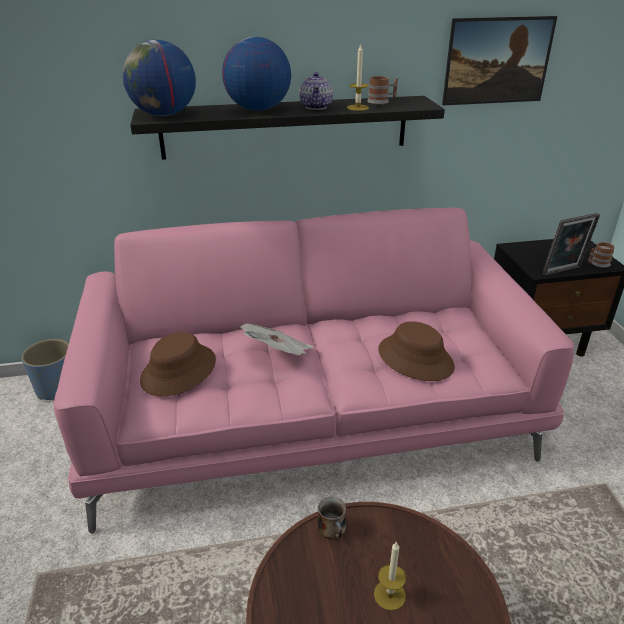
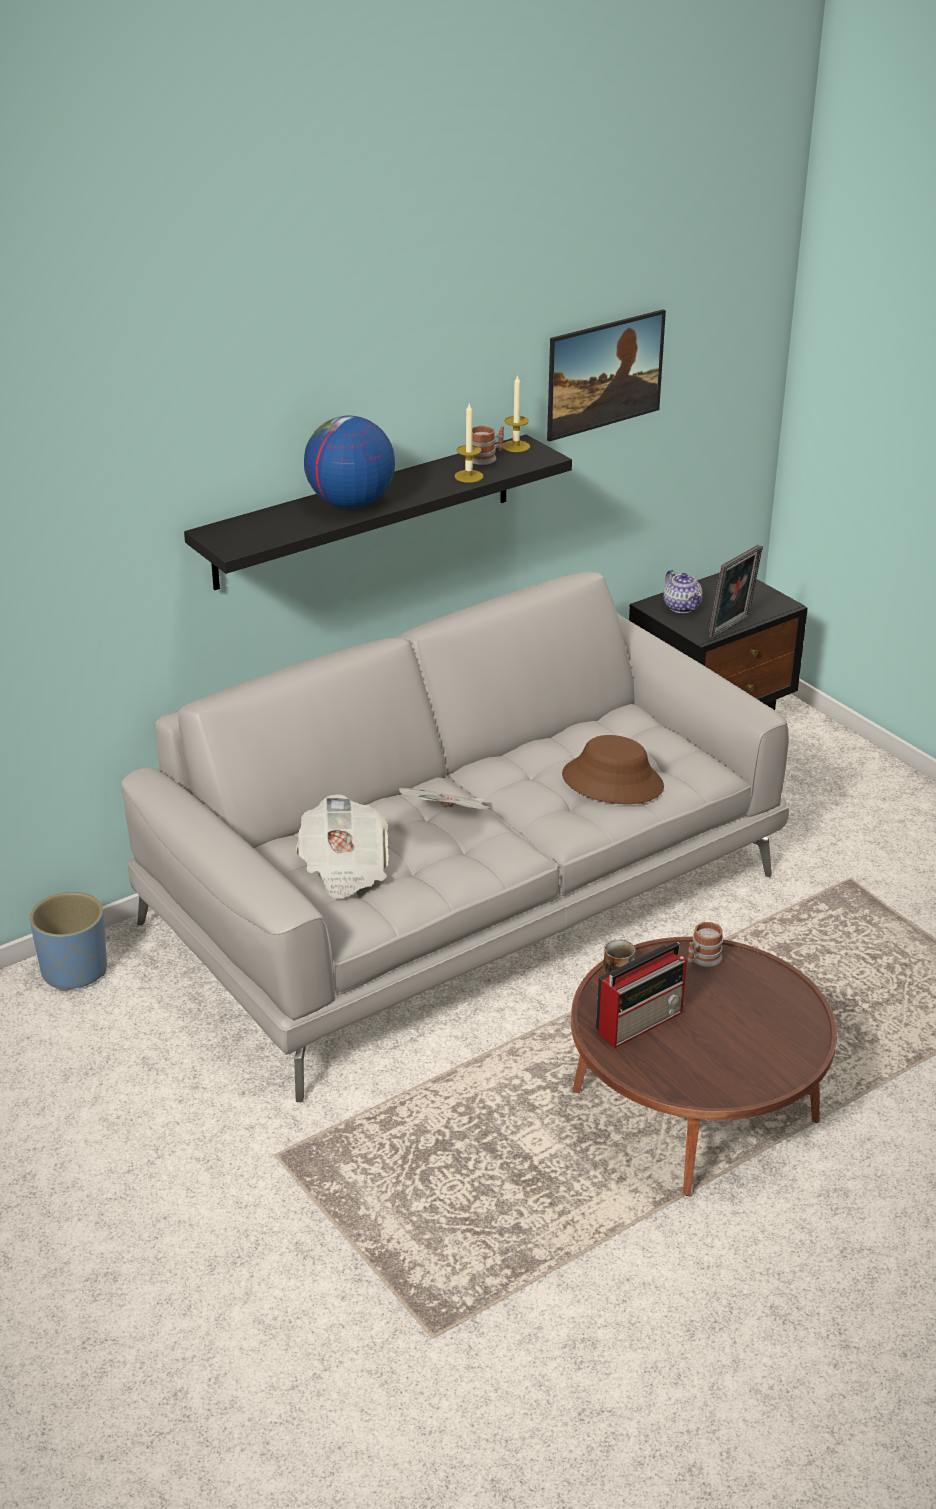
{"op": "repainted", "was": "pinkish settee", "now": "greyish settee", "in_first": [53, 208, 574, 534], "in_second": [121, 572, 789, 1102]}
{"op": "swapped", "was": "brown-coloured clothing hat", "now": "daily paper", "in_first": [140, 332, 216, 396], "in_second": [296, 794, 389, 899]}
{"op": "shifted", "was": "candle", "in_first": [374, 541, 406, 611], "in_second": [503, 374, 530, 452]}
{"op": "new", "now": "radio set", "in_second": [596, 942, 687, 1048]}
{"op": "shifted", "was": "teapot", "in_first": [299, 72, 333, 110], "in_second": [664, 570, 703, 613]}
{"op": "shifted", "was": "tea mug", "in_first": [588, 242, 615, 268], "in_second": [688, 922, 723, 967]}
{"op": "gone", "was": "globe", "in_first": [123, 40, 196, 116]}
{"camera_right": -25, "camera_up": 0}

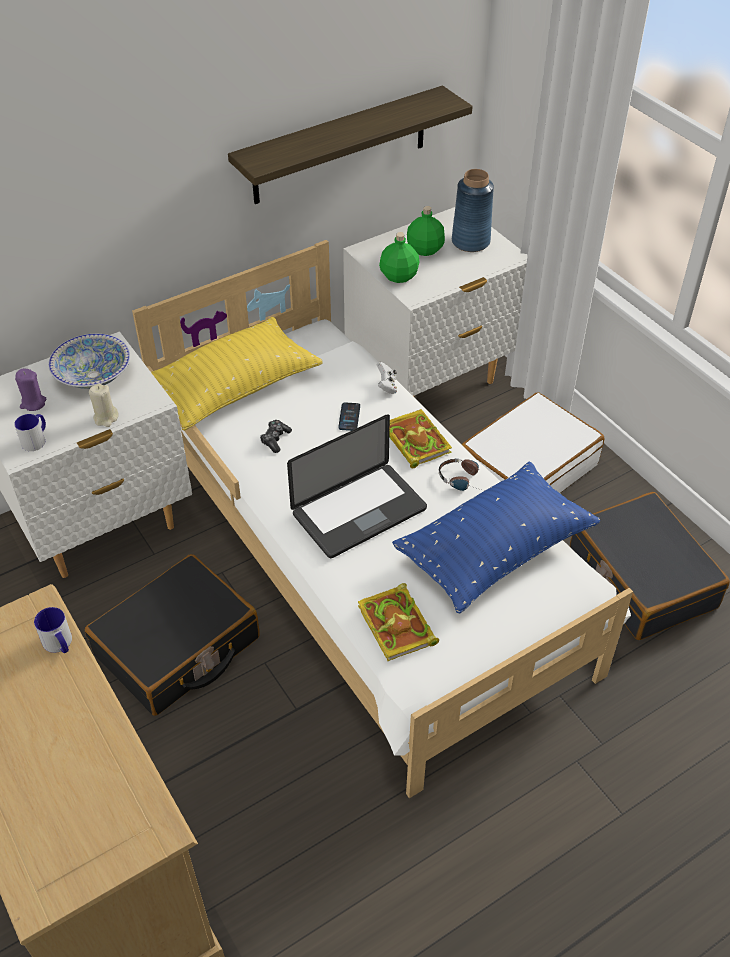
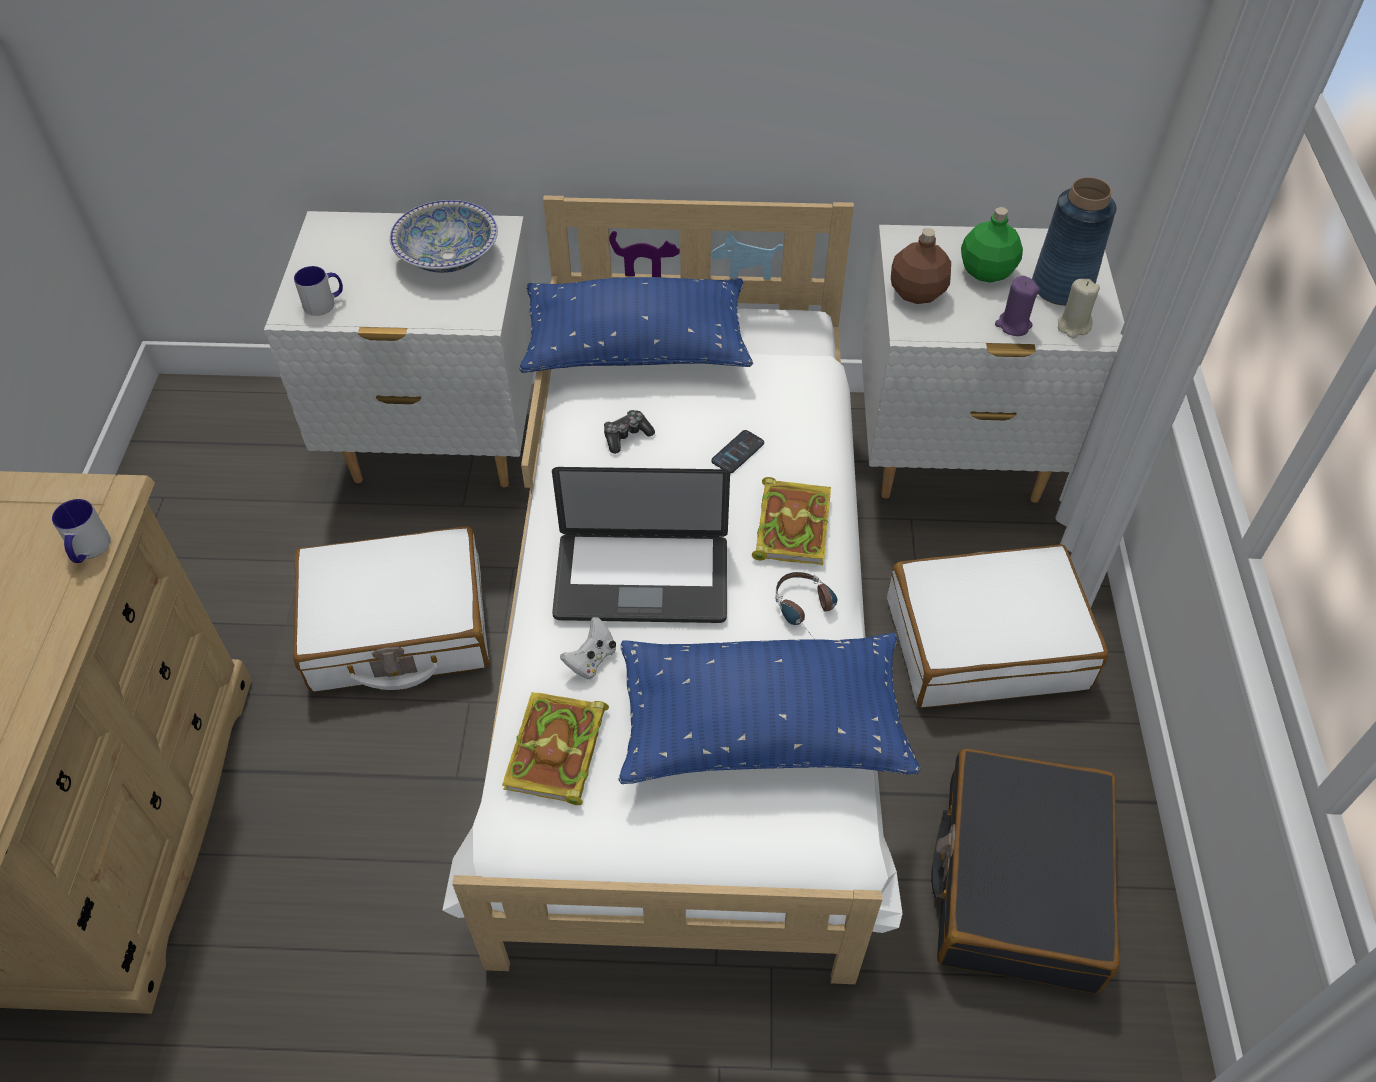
{"op": "repainted", "was": "black travel case", "now": "whitish travel case", "in_first": [85, 554, 260, 716], "in_second": [293, 526, 489, 692]}
{"op": "repainted", "was": "yellow-coloured pillow", "now": "blue-coloured pillow", "in_first": [151, 317, 322, 430], "in_second": [519, 277, 753, 373]}
{"op": "shifted", "was": "whitish game controller", "in_first": [377, 362, 397, 394], "in_second": [560, 617, 616, 679]}
{"op": "repainted", "was": "green bottle", "now": "brown-coloured bottle", "in_first": [379, 232, 419, 283], "in_second": [891, 228, 951, 304]}
{"op": "shifted", "was": "purple-coloured candle", "in_first": [15, 369, 46, 411], "in_second": [995, 276, 1040, 336]}
{"op": "shifted", "was": "sand-coloured candle", "in_first": [89, 384, 119, 427], "in_second": [1058, 279, 1100, 338]}
{"op": "gone", "was": "wall shelf", "in_first": [228, 85, 473, 204]}
{"camera_right": 35, "camera_up": 5}

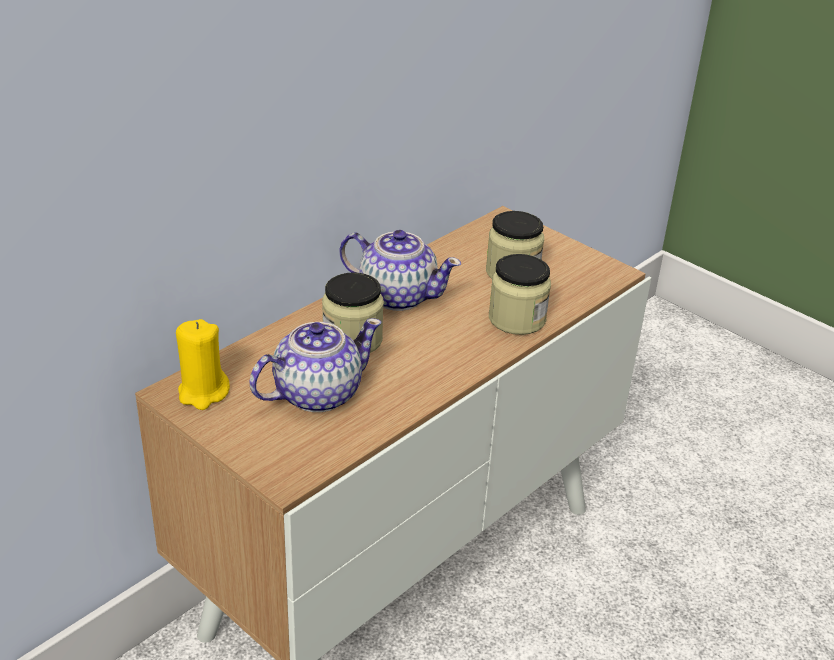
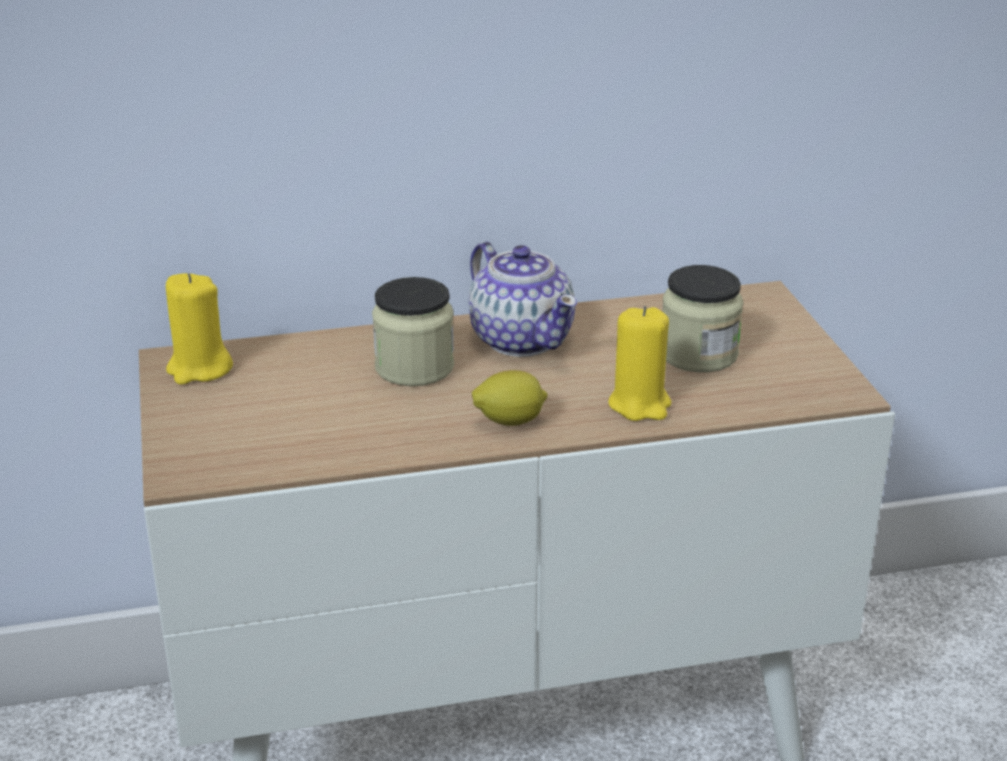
{"op": "new", "now": "citrus fruit", "in_second": [472, 370, 548, 426]}
{"op": "swapped", "was": "jar", "now": "yellow-coloured candle", "in_first": [489, 254, 551, 335], "in_second": [608, 306, 672, 421]}
{"op": "gone", "was": "teapot", "in_first": [249, 318, 382, 412]}
{"camera_right": 35, "camera_up": -5}

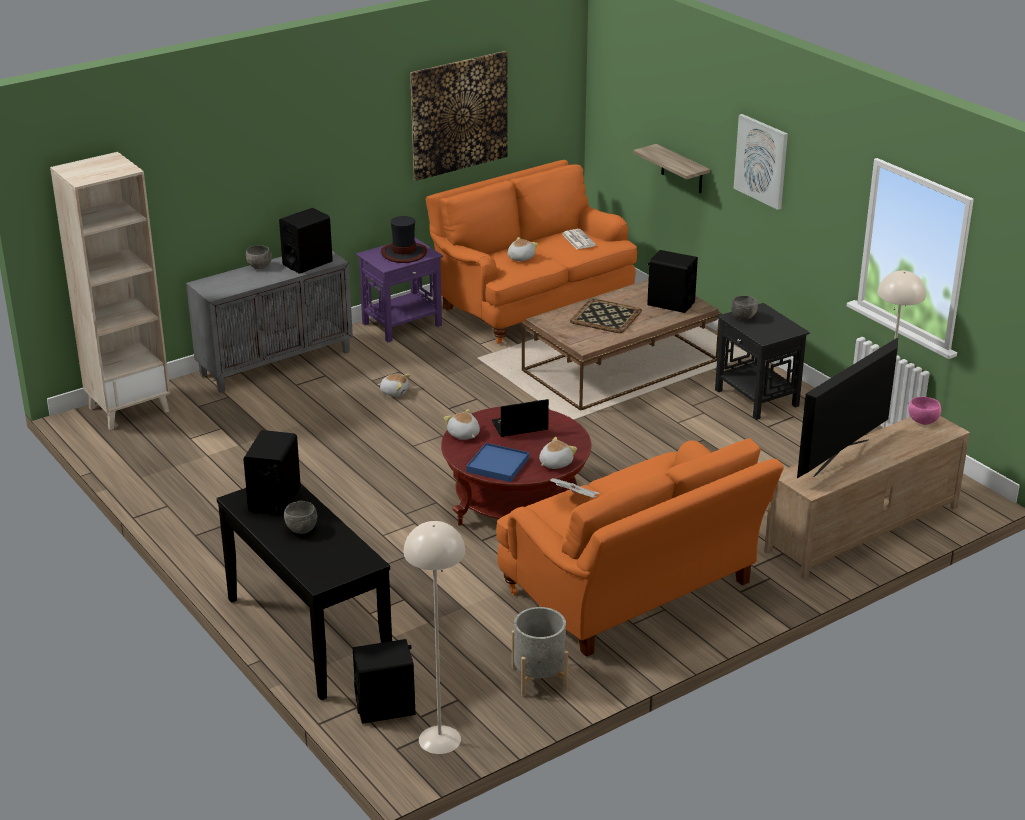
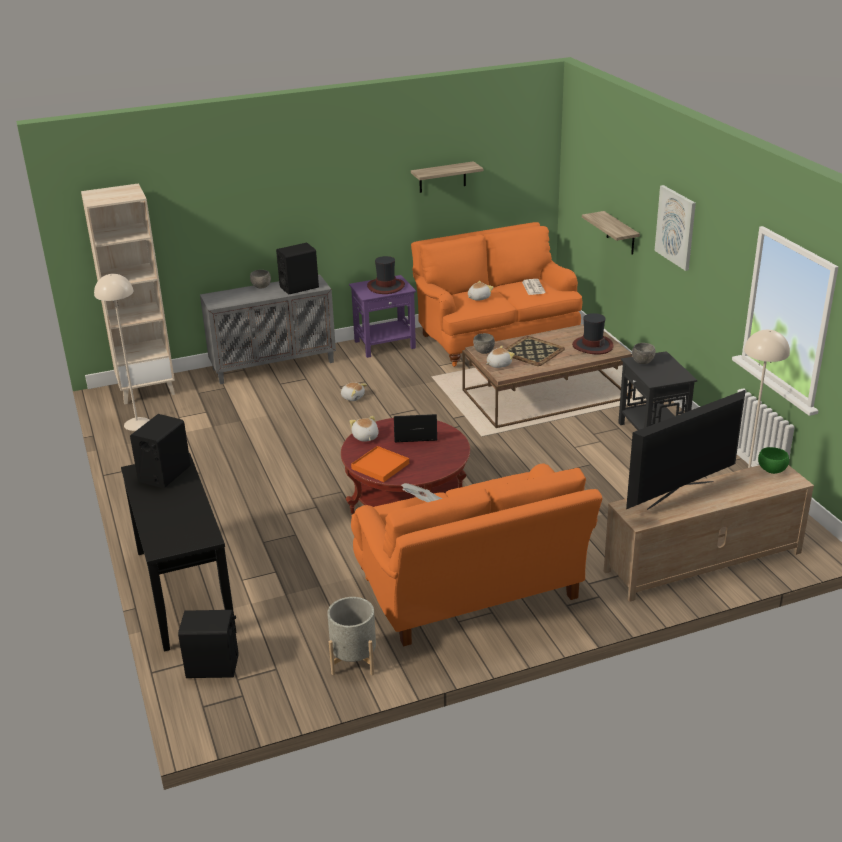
{"op": "shifted", "was": "sand-coloured standard lamp", "in_first": [404, 521, 465, 754], "in_second": [94, 274, 149, 431]}
{"op": "repainted", "was": "blue-coloured tray", "now": "orange-coloured tray", "in_first": [466, 443, 529, 482], "in_second": [351, 446, 409, 482]}
{"op": "swapped", "was": "wall art", "now": "wall shelf", "in_first": [410, 51, 508, 181], "in_second": [411, 161, 483, 193]}
{"op": "shifted", "was": "greyish bowl", "in_first": [284, 501, 317, 534], "in_second": [473, 333, 495, 354]}
{"op": "shifted", "was": "soft toy", "in_first": [539, 437, 577, 469], "in_second": [486, 346, 515, 368]}
{"op": "swapped", "was": "black audio speaker", "now": "clothing hat", "in_first": [647, 250, 698, 313], "in_second": [572, 313, 614, 355]}
{"op": "repainted", "was": "pinkish bowl", "now": "green bowl", "in_first": [909, 397, 941, 425], "in_second": [758, 447, 789, 474]}
{"camera_right": 15, "camera_up": 0}

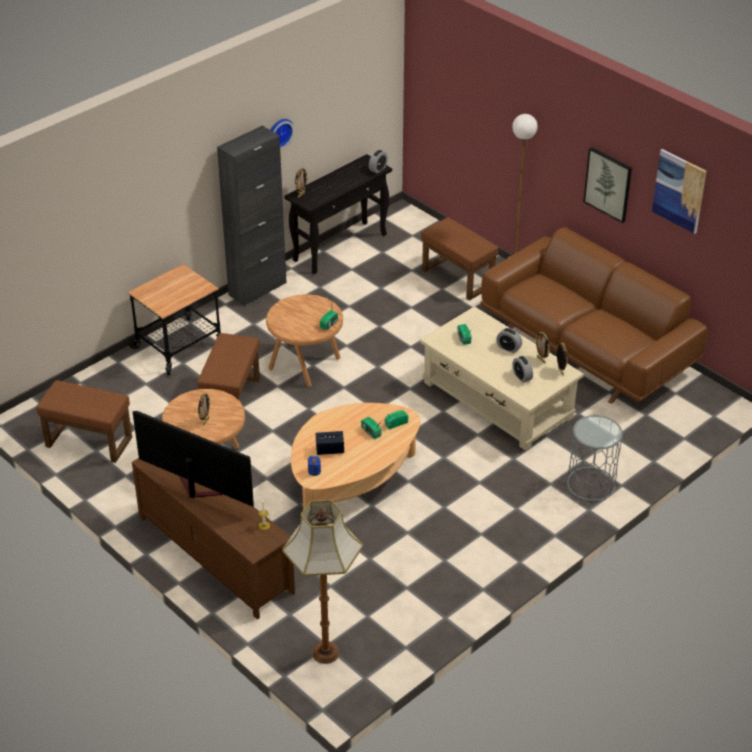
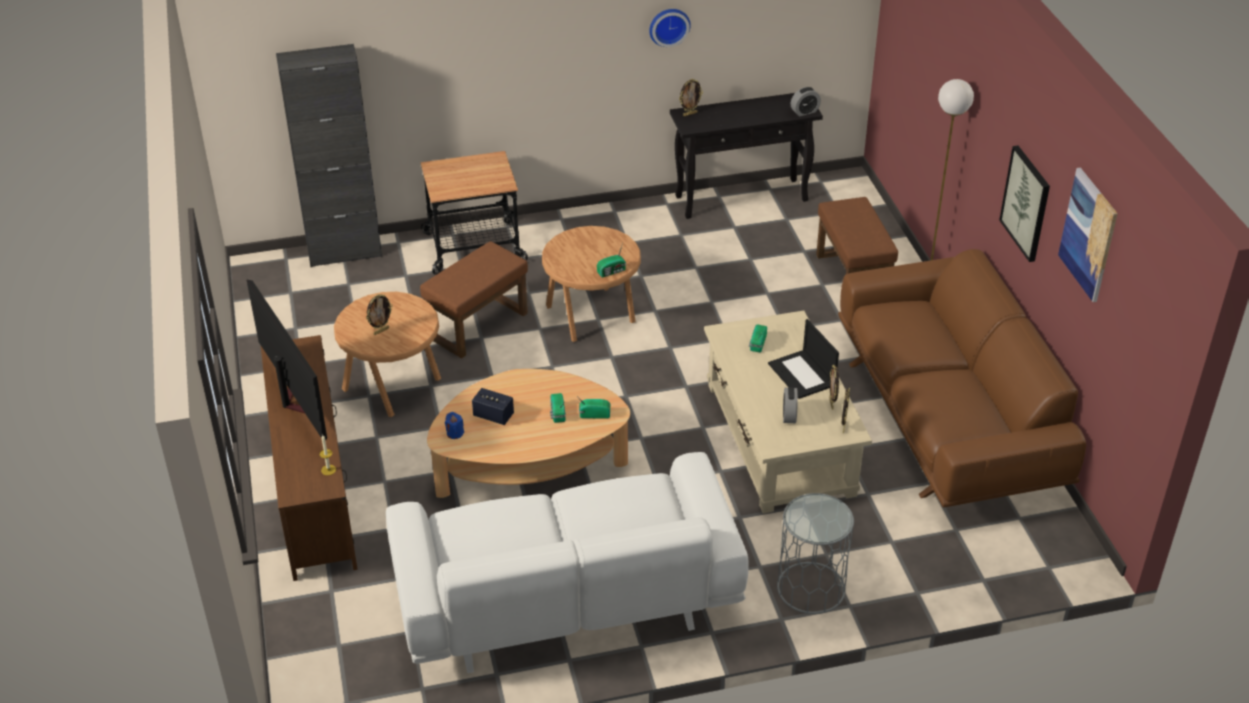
{"op": "shifted", "was": "black storage cabinet", "in_first": [217, 126, 287, 306], "in_second": [276, 44, 382, 267]}
{"op": "new", "now": "whitish settee", "in_second": [386, 452, 749, 673]}
{"op": "swapped", "was": "table clock", "now": "notebook computer", "in_first": [496, 328, 522, 353], "in_second": [768, 319, 839, 399]}
{"op": "gone", "was": "brown-coloured footrest", "in_first": [36, 380, 132, 463]}
{"op": "gone", "was": "standard lamp", "in_first": [282, 500, 363, 664]}
{"camera_right": 30, "camera_up": 0}

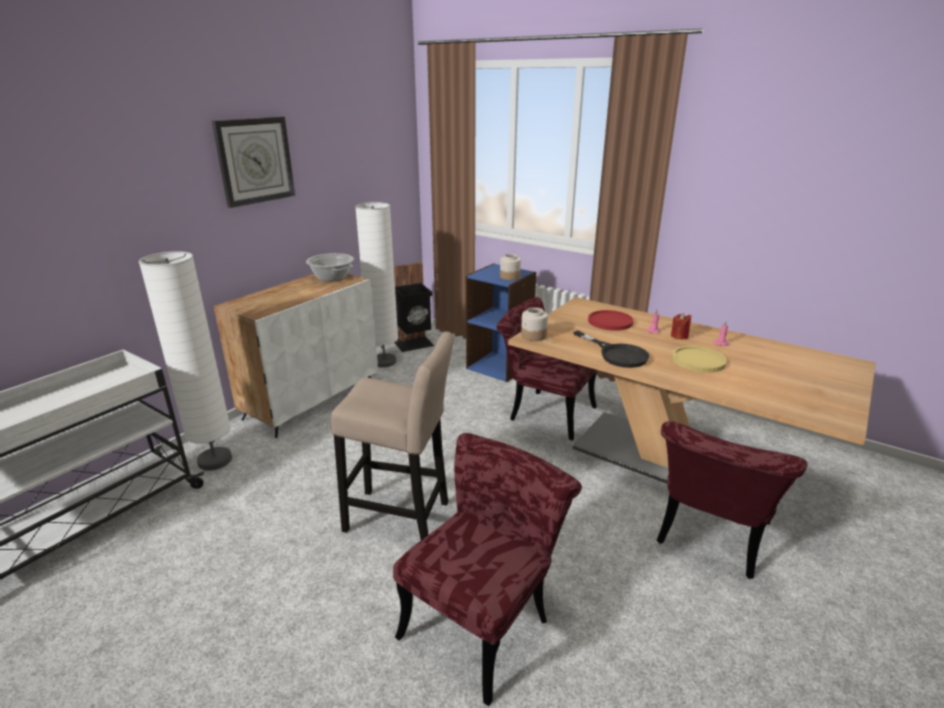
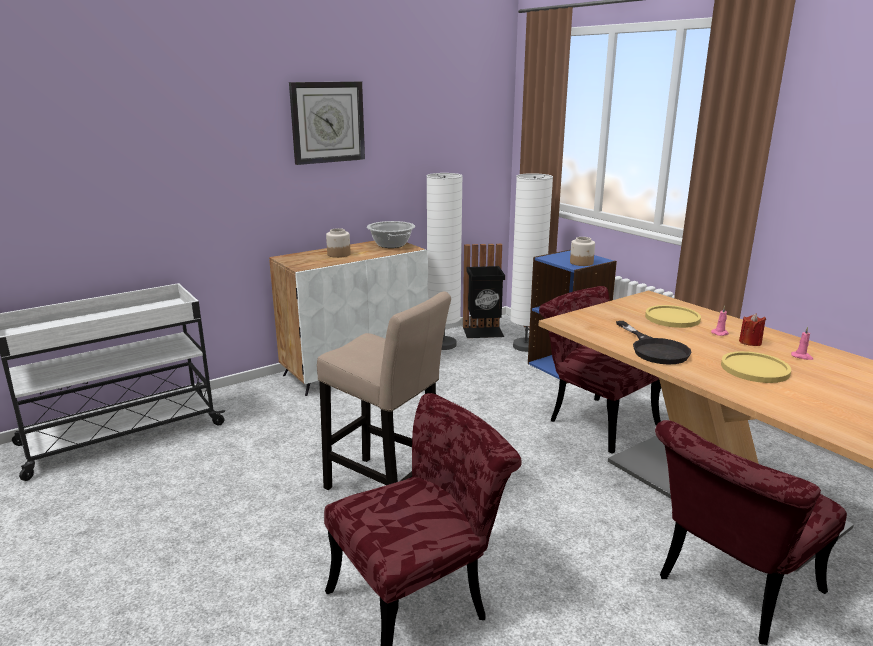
{"op": "shifted", "was": "jar", "in_first": [521, 307, 548, 341], "in_second": [326, 228, 351, 258]}
{"op": "shifted", "was": "whitish standard lamp", "in_first": [139, 251, 232, 471], "in_second": [510, 173, 553, 352]}
{"op": "repainted", "was": "red-coloured plate", "now": "yellow-coloured plate", "in_first": [588, 310, 634, 331], "in_second": [645, 305, 701, 328]}
{"camera_right": 20, "camera_up": -5}

